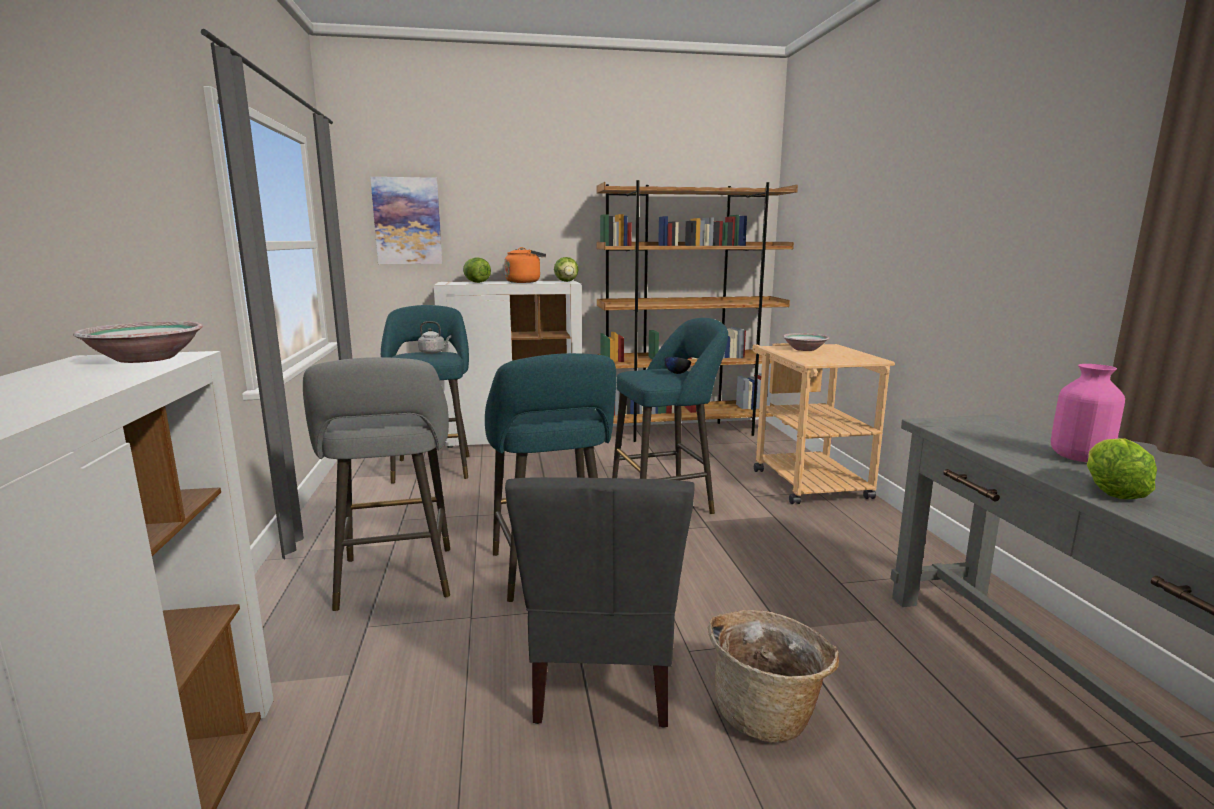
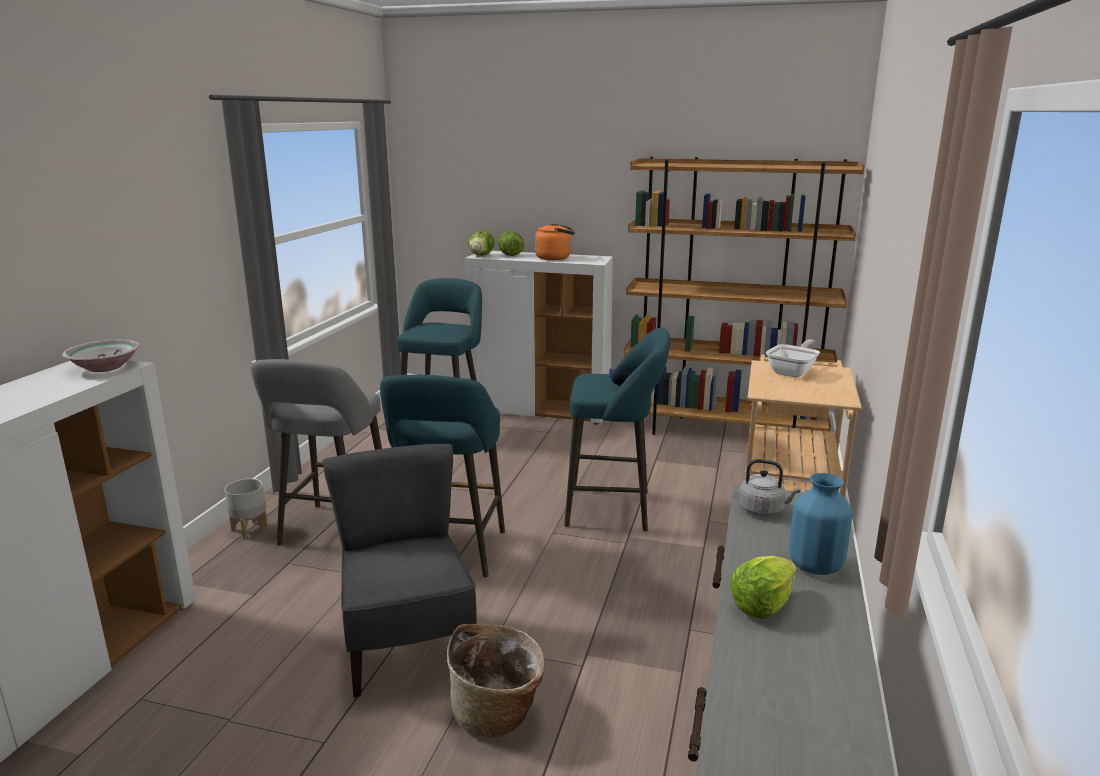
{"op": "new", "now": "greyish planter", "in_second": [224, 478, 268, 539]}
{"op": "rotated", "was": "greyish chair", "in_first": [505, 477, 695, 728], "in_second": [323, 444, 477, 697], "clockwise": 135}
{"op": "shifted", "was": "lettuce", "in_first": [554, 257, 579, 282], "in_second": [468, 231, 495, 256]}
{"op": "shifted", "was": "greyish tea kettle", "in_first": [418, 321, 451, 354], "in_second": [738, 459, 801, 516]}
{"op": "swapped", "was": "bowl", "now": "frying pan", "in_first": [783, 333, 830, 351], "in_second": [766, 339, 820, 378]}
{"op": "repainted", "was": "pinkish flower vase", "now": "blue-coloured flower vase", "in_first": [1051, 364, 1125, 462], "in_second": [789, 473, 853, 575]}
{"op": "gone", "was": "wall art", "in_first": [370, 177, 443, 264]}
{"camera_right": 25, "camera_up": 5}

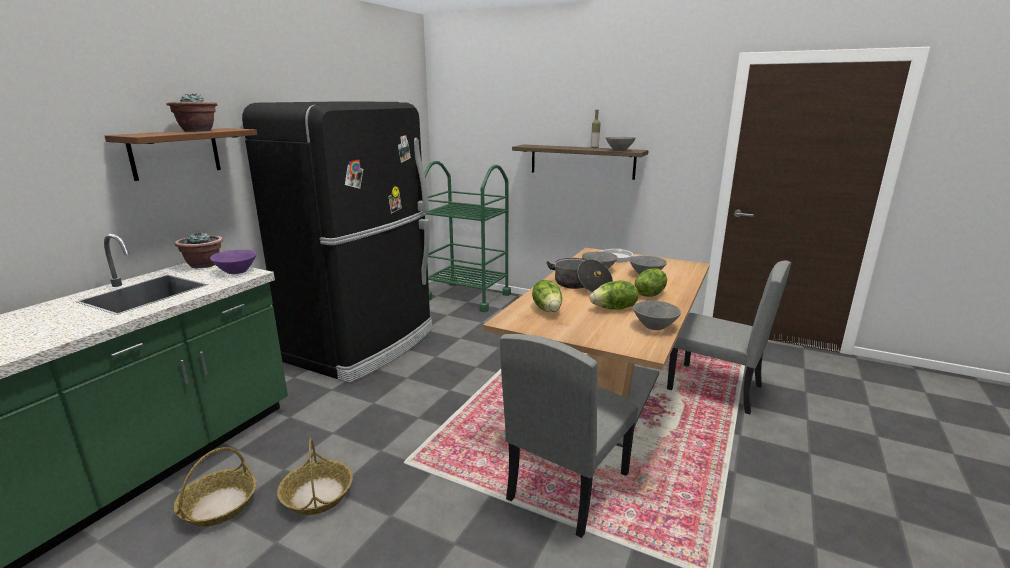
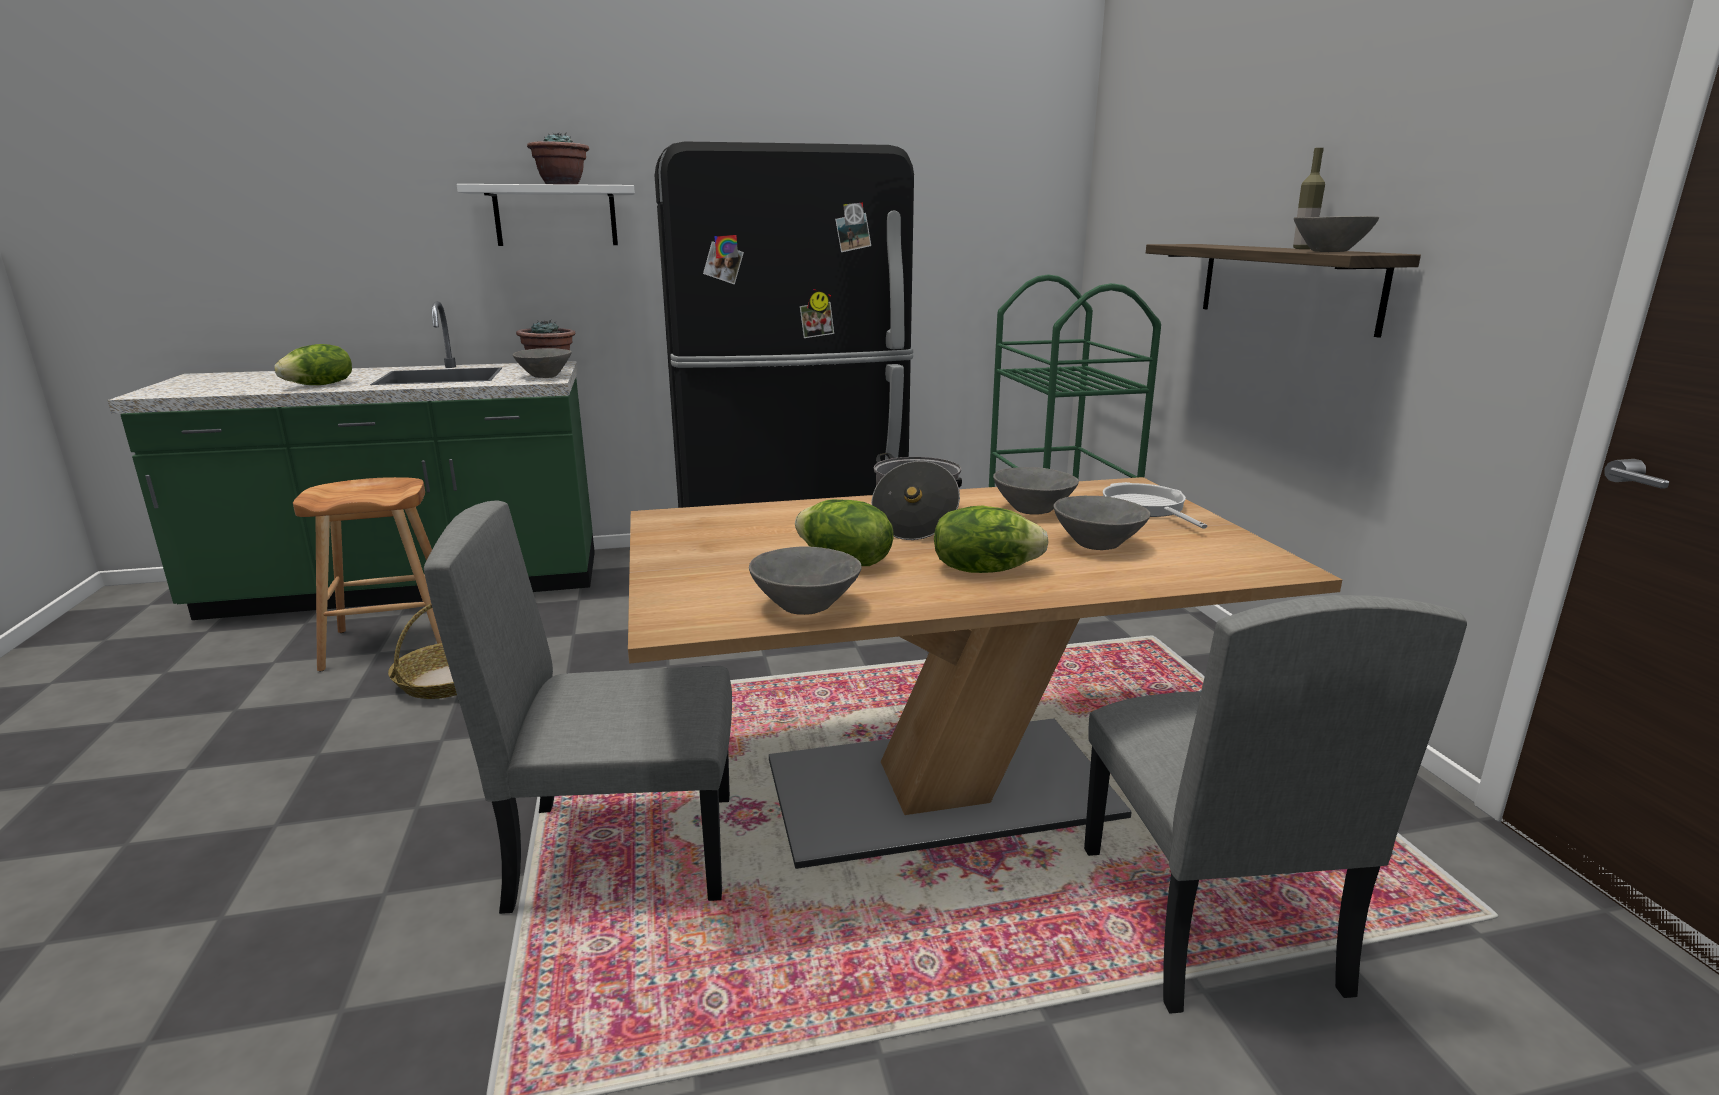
{"op": "shifted", "was": "lettuce", "in_first": [532, 280, 562, 312], "in_second": [274, 344, 352, 385]}
{"op": "swapped", "was": "household basket", "now": "brown-coloured stool seat", "in_first": [174, 447, 256, 527], "in_second": [293, 477, 442, 672]}
{"op": "repainted", "was": "brown-coloured wall shelf", "now": "whitish wall shelf", "in_first": [105, 128, 257, 181], "in_second": [457, 184, 635, 246]}
{"op": "repainted", "was": "purple-coloured bowl", "now": "greyish bowl", "in_first": [210, 250, 256, 274], "in_second": [513, 348, 572, 378]}
{"camera_right": 50, "camera_up": 0}

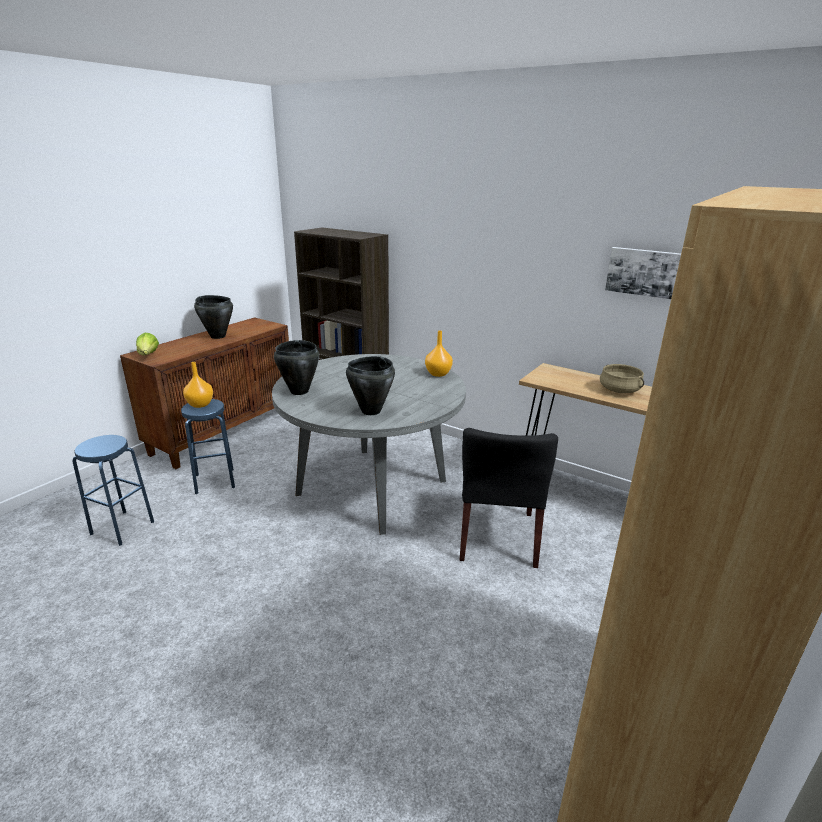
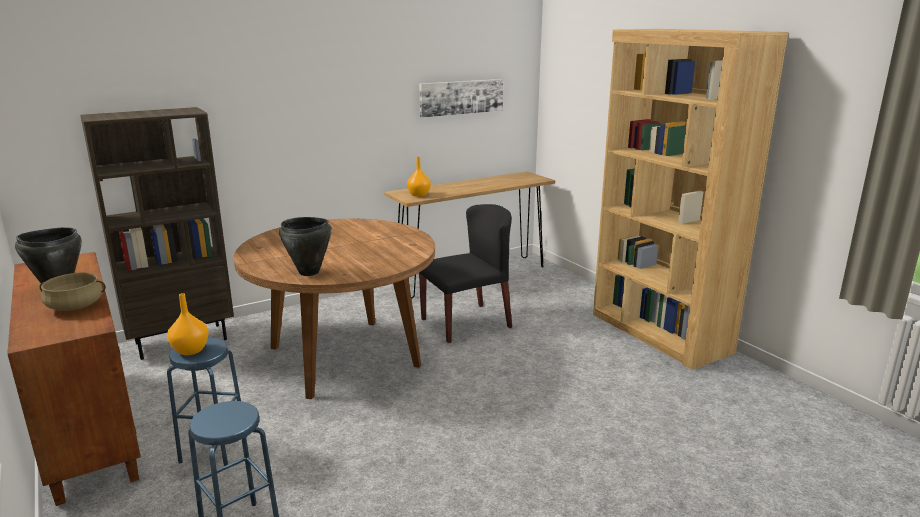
{"op": "shifted", "was": "sand-coloured saucepot", "in_first": [600, 364, 644, 393], "in_second": [40, 272, 106, 311]}
{"op": "repainted", "was": "greyish dinner table", "now": "brown-coloured dinner table", "in_first": [272, 354, 466, 535], "in_second": [234, 219, 435, 399]}
{"op": "shifted", "was": "orange-coloured flower vase", "in_first": [425, 331, 453, 377], "in_second": [407, 157, 431, 197]}
{"op": "rotated", "was": "black chair", "in_first": [459, 428, 558, 568], "in_second": [419, 204, 512, 343], "clockwise": -60}
{"op": "gone", "was": "lettuce", "in_first": [136, 333, 159, 356]}
{"op": "gone", "was": "black saucepot", "in_first": [346, 356, 395, 415]}
{"camera_right": -65, "camera_up": -5}

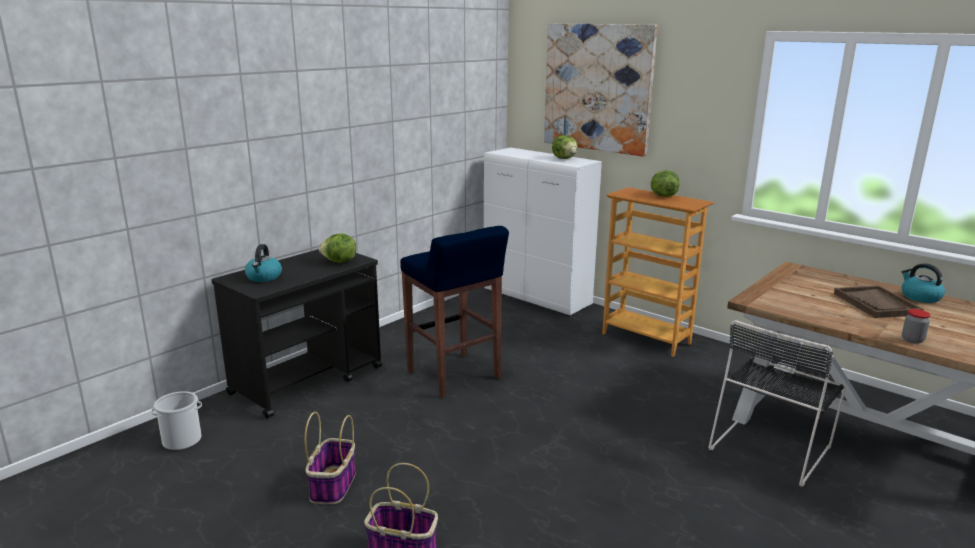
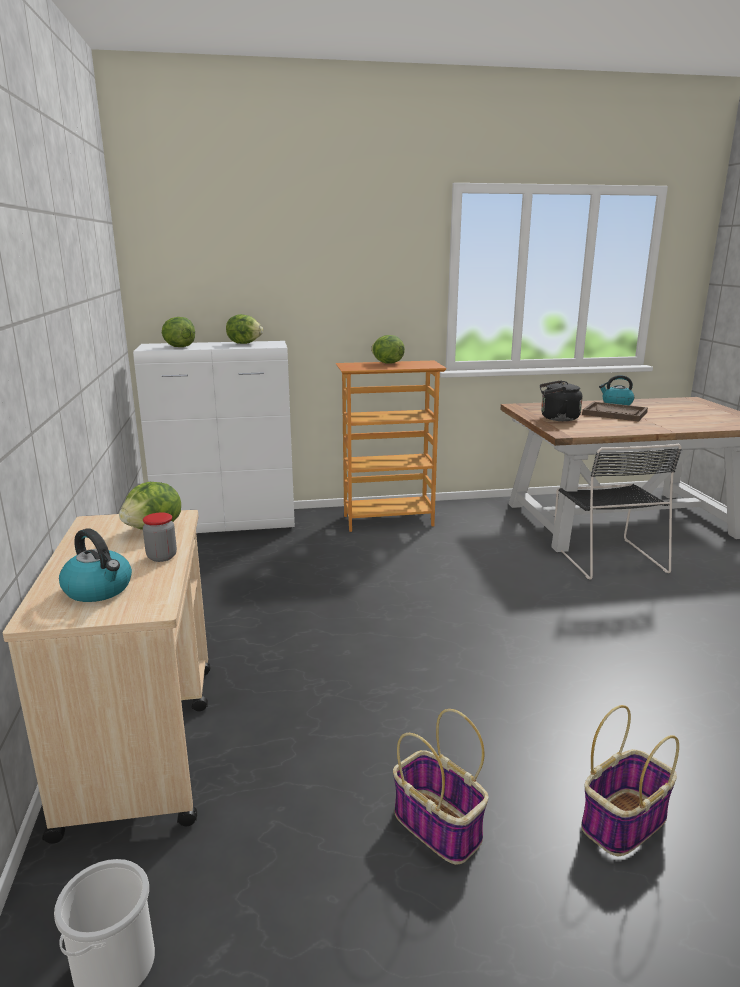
{"op": "repainted", "was": "black trolley", "now": "sand-coloured trolley", "in_first": [211, 249, 382, 419], "in_second": [3, 510, 211, 844]}
{"op": "shifted", "was": "jar", "in_first": [902, 309, 931, 344], "in_second": [143, 512, 177, 562]}
{"op": "new", "now": "lettuce", "in_second": [162, 317, 195, 347]}
{"op": "new", "now": "black tea kettle", "in_second": [540, 380, 583, 421]}
{"op": "gone", "was": "blue-coloured stool seat", "in_first": [400, 226, 509, 398]}
{"op": "gone", "was": "wall art", "in_first": [544, 23, 657, 156]}
{"camera_right": -50, "camera_up": 0}

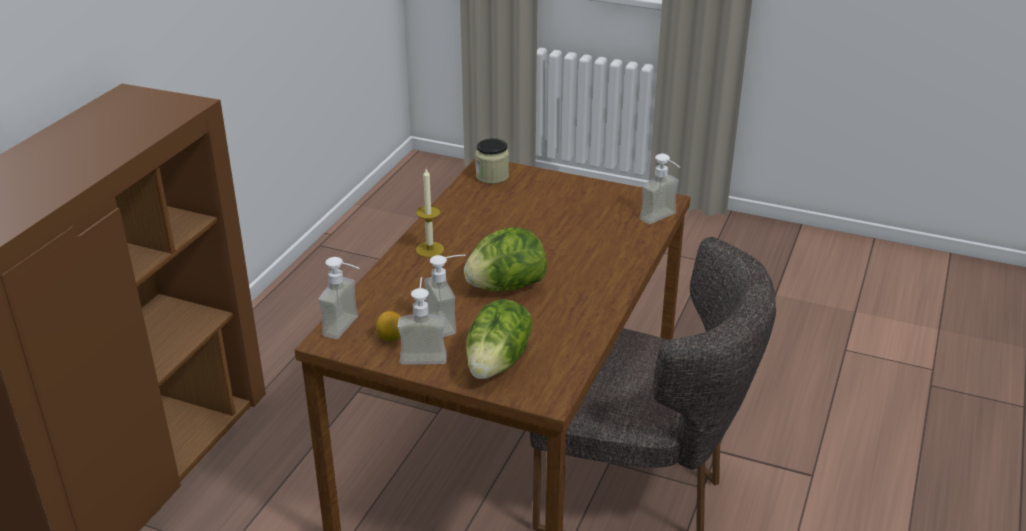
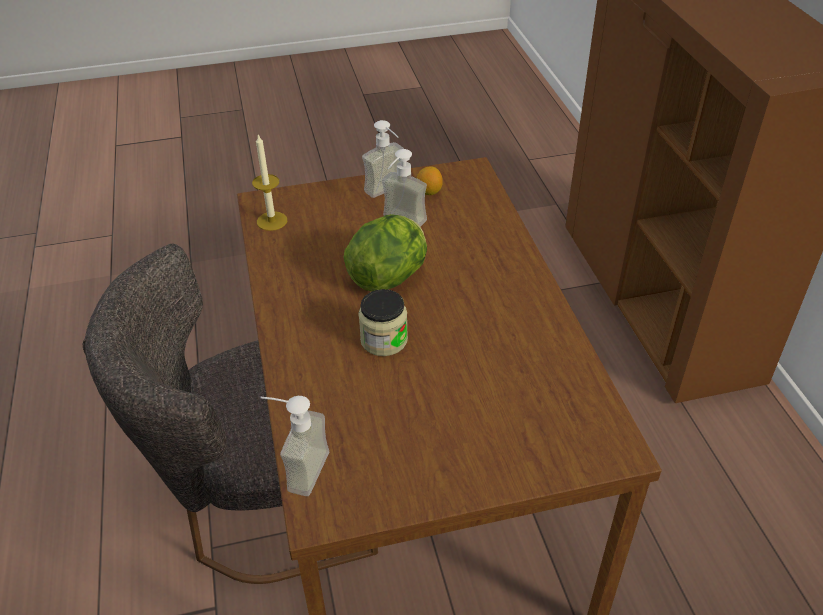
{"op": "shifted", "was": "candle", "in_first": [416, 169, 444, 257], "in_second": [252, 135, 287, 231]}
{"op": "shifted", "was": "jar", "in_first": [475, 138, 509, 184], "in_second": [358, 289, 408, 356]}
{"op": "gone", "was": "soap dispenser", "in_first": [319, 257, 360, 339]}
{"op": "gone", "was": "lettuce", "in_first": [466, 299, 533, 379]}
{"camera_right": 145, "camera_up": 10}

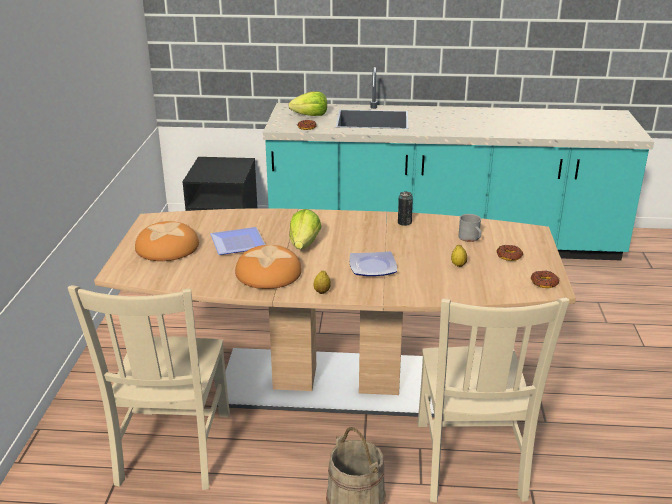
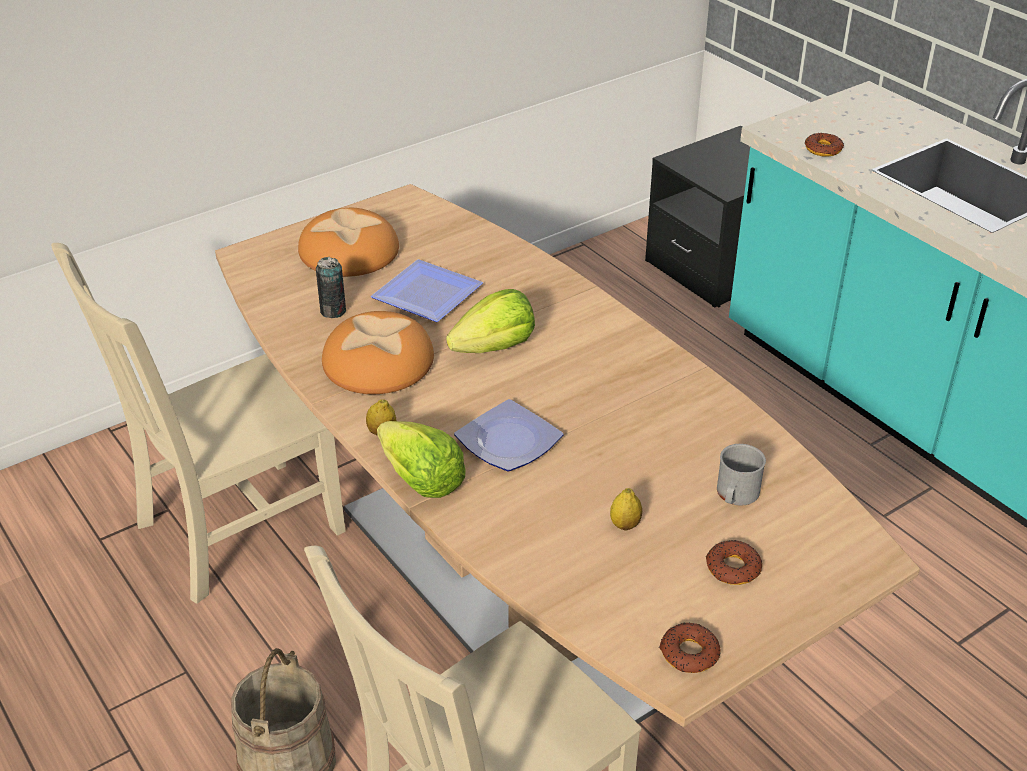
{"op": "shifted", "was": "metal can", "in_first": [398, 191, 413, 226], "in_second": [316, 257, 346, 318]}
{"op": "shifted", "was": "lettuce", "in_first": [288, 91, 327, 116], "in_second": [377, 421, 466, 498]}
{"camera_right": 50, "camera_up": 10}

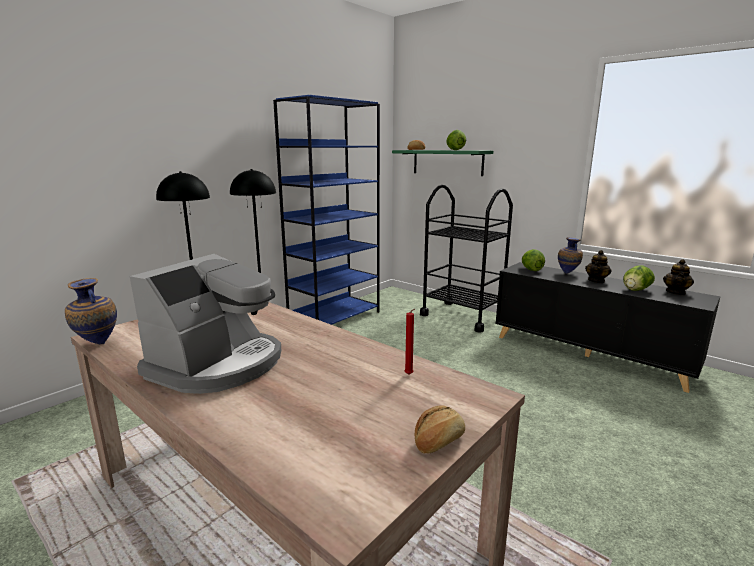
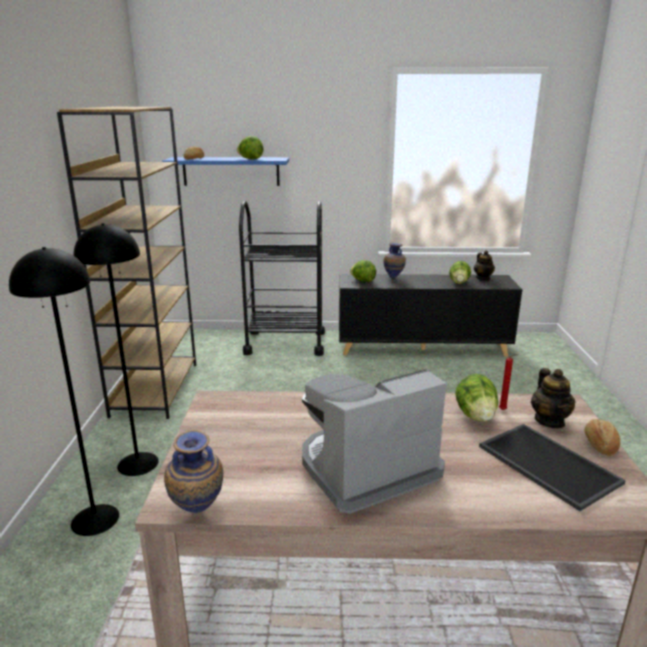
{"op": "repainted", "was": "blue-coloured bookshelf", "now": "brown-coloured bookshelf", "in_first": [273, 95, 380, 325], "in_second": [57, 107, 196, 419]}
{"op": "repainted", "was": "green wall shelf", "now": "blue-coloured wall shelf", "in_first": [392, 150, 493, 176], "in_second": [162, 157, 289, 186]}
{"op": "rotated", "was": "coffee machine", "in_first": [130, 254, 281, 394], "in_second": [302, 369, 447, 514], "clockwise": -105}
{"op": "new", "now": "lettuce", "in_second": [455, 374, 498, 422]}
{"op": "new", "now": "tray", "in_second": [479, 424, 626, 511]}
{"op": "shifted", "was": "teapot", "in_first": [585, 250, 611, 283], "in_second": [531, 368, 576, 428]}
{"camera_right": -40, "camera_up": 5}

